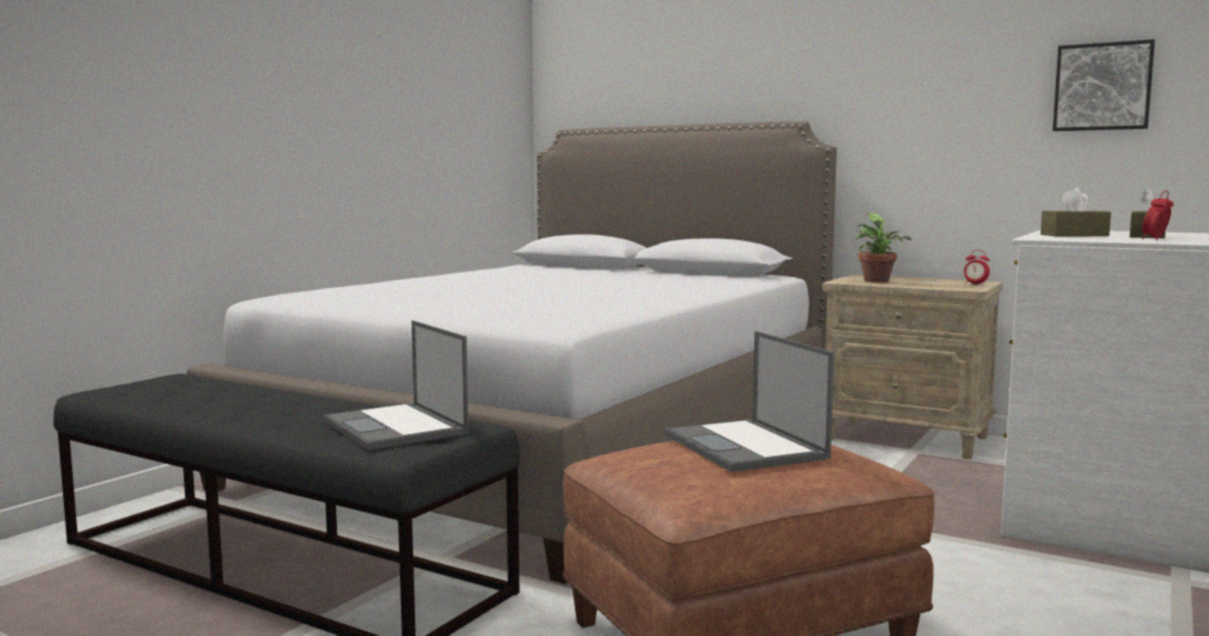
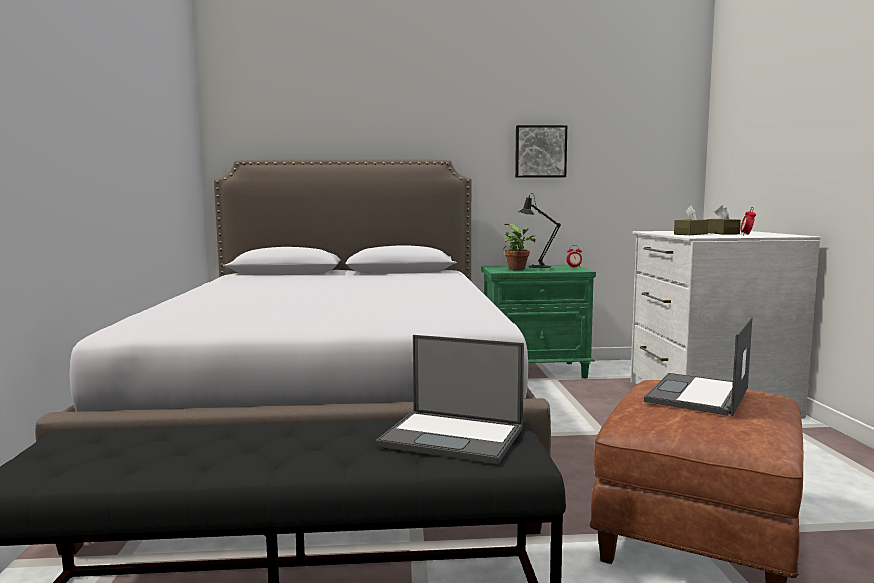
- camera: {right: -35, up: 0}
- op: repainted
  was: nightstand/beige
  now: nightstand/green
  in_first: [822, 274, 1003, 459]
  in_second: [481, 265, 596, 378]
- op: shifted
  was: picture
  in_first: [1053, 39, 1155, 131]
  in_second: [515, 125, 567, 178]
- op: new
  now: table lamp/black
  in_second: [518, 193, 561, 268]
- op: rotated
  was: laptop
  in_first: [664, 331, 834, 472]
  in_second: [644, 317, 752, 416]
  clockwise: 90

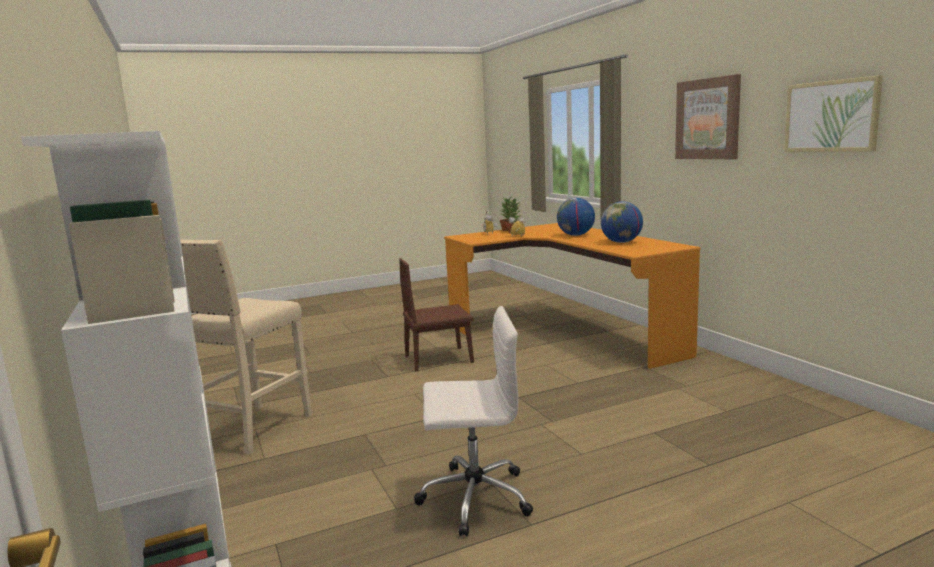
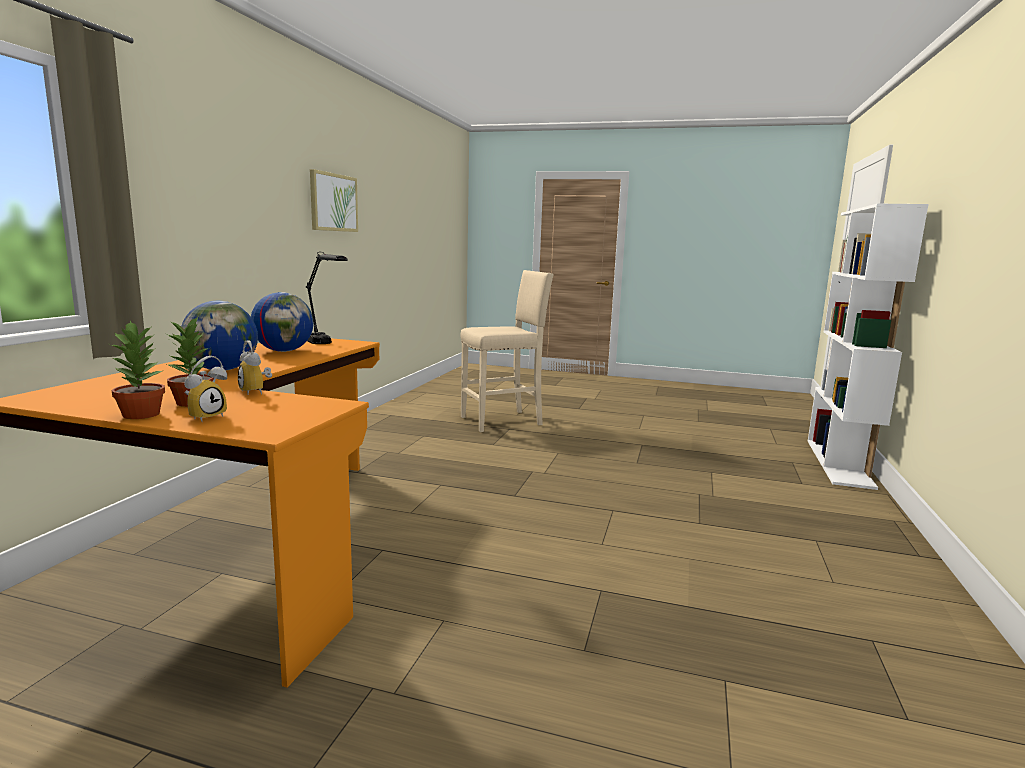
- camera: {right: -140, up: 0}
- op: new
  now: table lamp/black
  in_second: [305, 252, 347, 344]
- op: shifted
  was: stool/beige
  in_first: [180, 240, 312, 455]
  in_second: [460, 270, 553, 432]
- op: gone
  was: chair/brown
  in_first: [399, 258, 474, 372]
- op: gone
  was: office chair/white
  in_first: [414, 306, 533, 537]
- op: gone
  was: picture
  in_first: [675, 74, 741, 159]

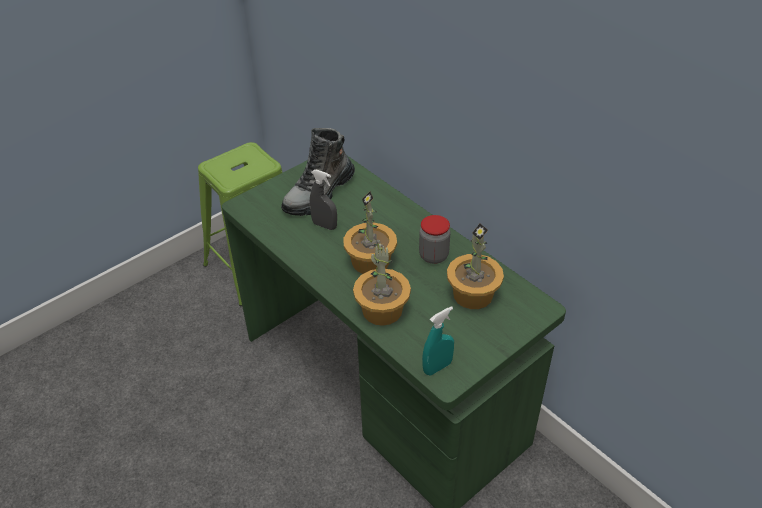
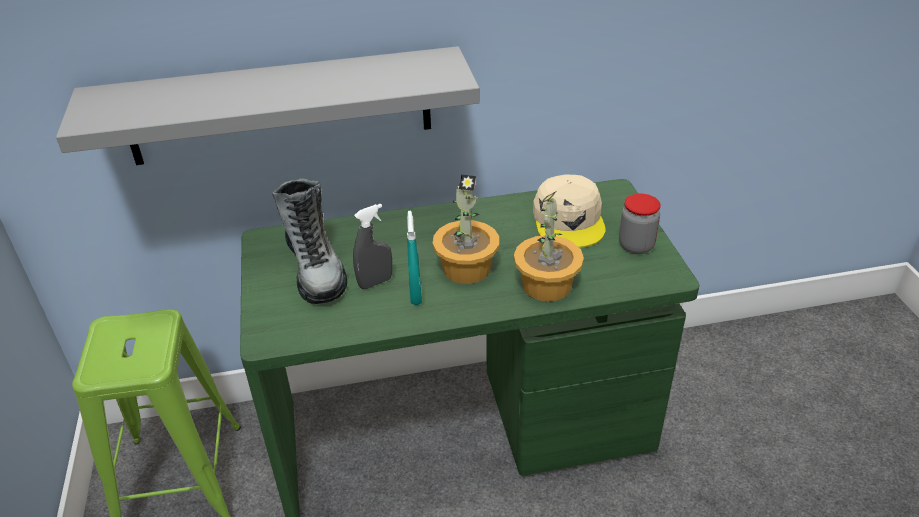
- camera: {right: -60, up: -5}
- op: new
  now: shelf/grey
  in_second: [56, 46, 480, 165]
- op: shifted
  was: spray bottle/turquoise
  in_first: [422, 306, 454, 375]
  in_second: [407, 211, 422, 305]
- op: swapped
  was: potted plant
  now: cap/beige
  in_first: [447, 224, 504, 309]
  in_second: [533, 175, 606, 248]
- op: shifted
  was: jar
  in_first: [419, 215, 451, 264]
  in_second: [619, 194, 661, 254]

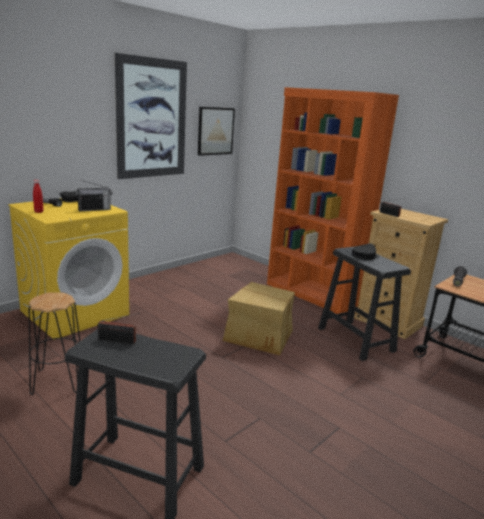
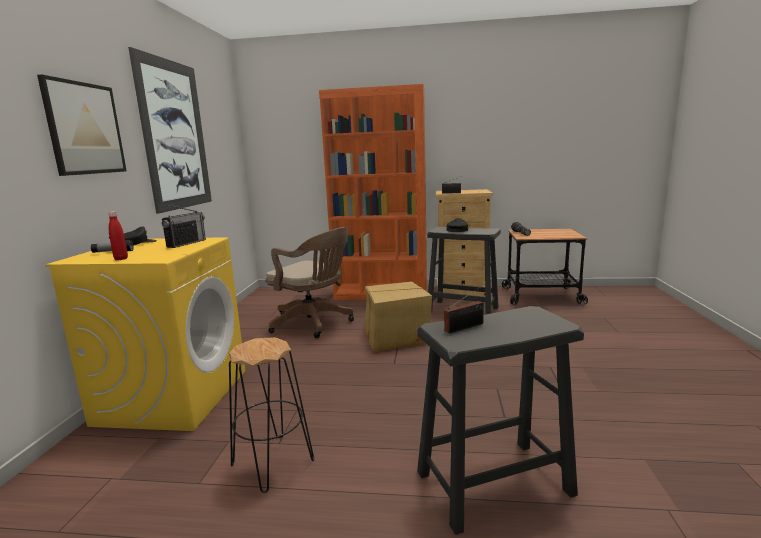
- camera: {right: -35, up: -5}
- op: shifted
  was: picture
  in_first: [198, 107, 235, 156]
  in_second: [37, 75, 127, 176]
- op: new
  now: office chair/brown
  in_second: [265, 227, 354, 338]

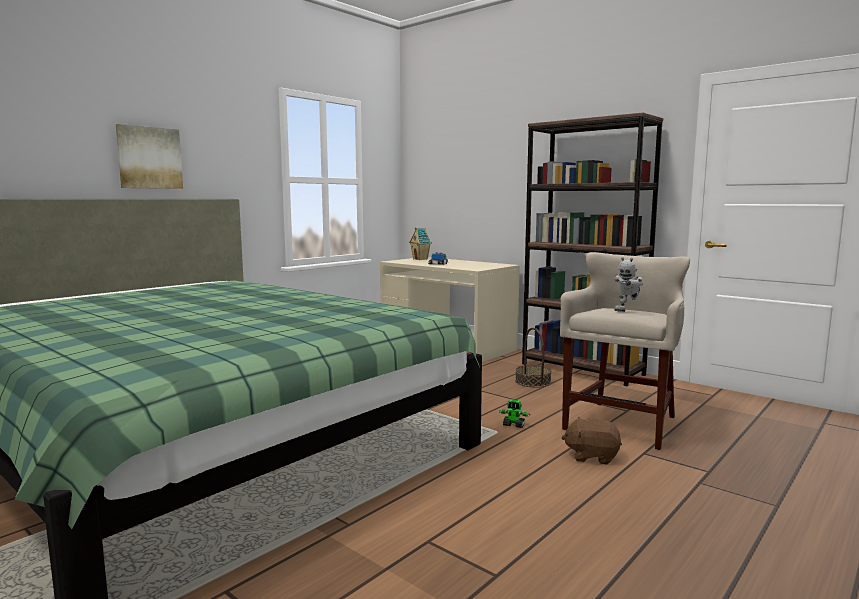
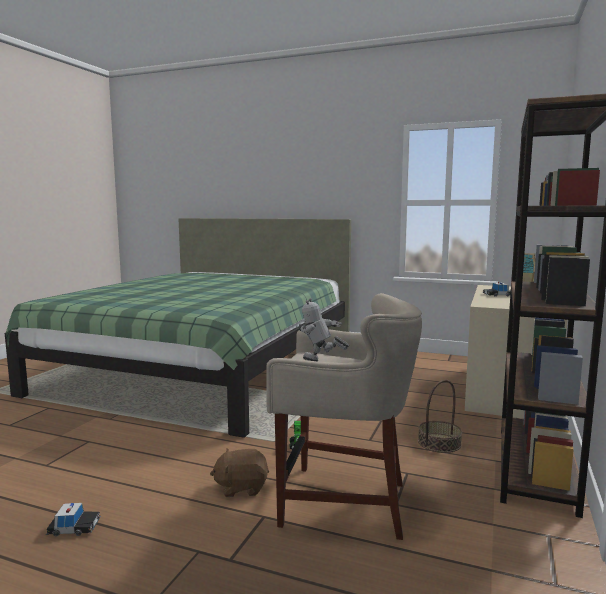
- camera: {right: 70, up: 0}
- op: new
  now: toy car
  in_second: [46, 503, 101, 537]
- op: rotated
  was: plush toy/brown
  in_first: [562, 417, 622, 465]
  in_second: [210, 448, 269, 497]
  clockwise: -90
- op: gone
  was: picture
  in_first: [116, 124, 183, 189]

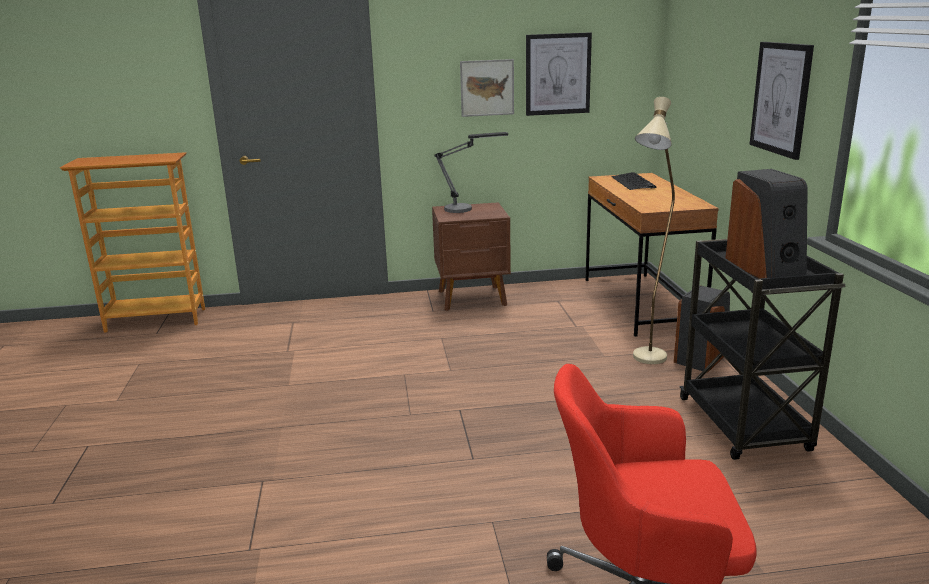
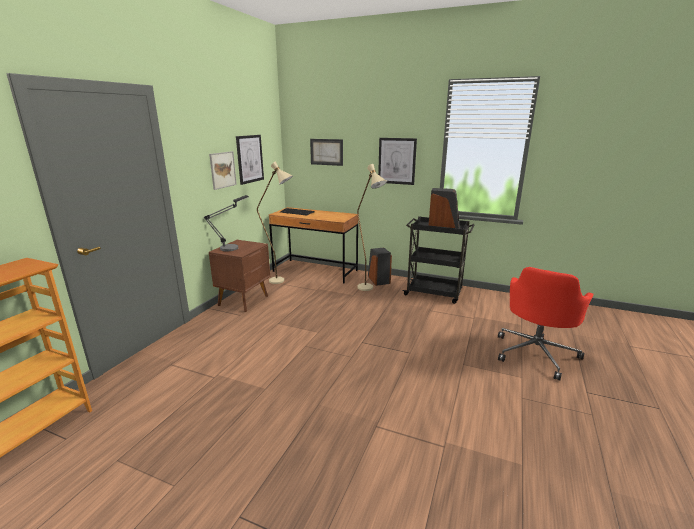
- camera: {right: -60, up: 0}
- op: new
  now: floor lamp/beige
  in_second: [257, 161, 293, 284]
- op: new
  now: picture
  in_second: [310, 139, 343, 166]

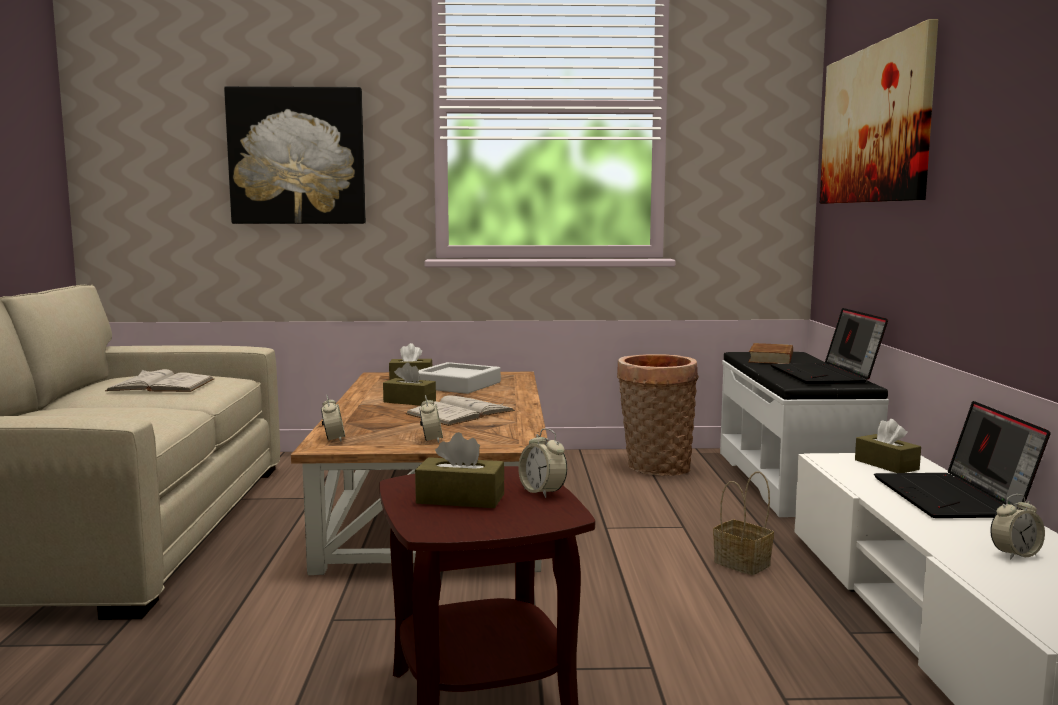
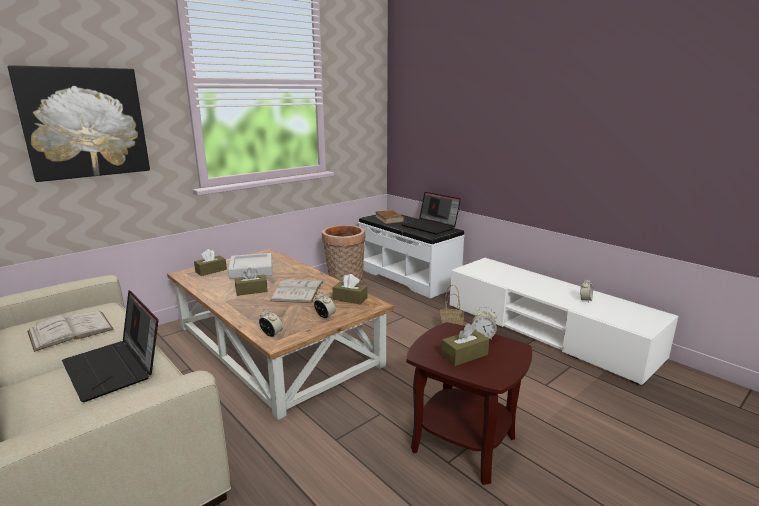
- camera: {right: -40, up: 10}
- op: shifted
  was: laptop
  in_first: [874, 401, 1051, 518]
  in_second: [62, 291, 158, 402]
- op: shifted
  was: tissue box/brown
  in_first: [855, 419, 921, 473]
  in_second: [333, 274, 367, 305]
- op: gone
  was: picture
  in_first: [820, 19, 938, 204]

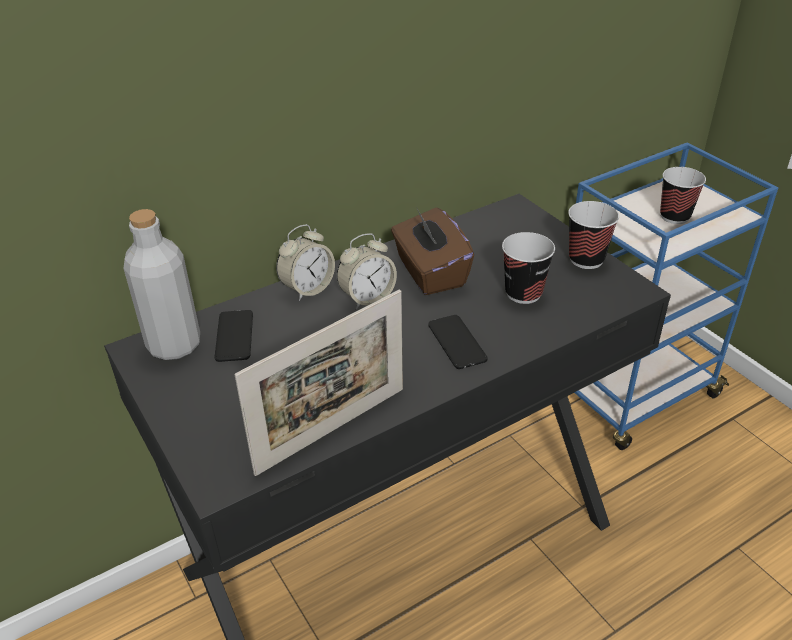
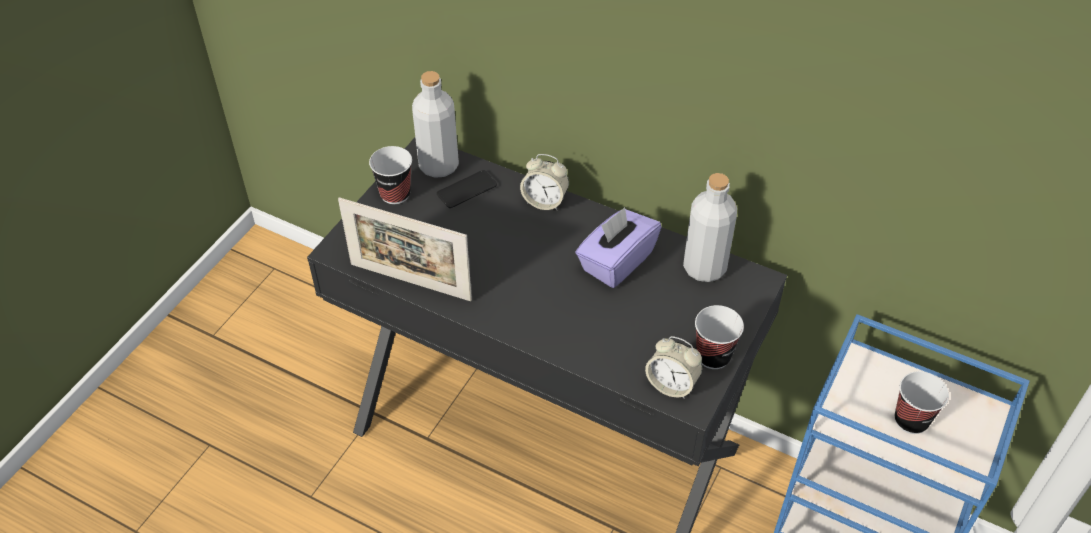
- camera: {right: 60, up: 10}
- op: shifted
  was: cup
  in_first: [502, 232, 555, 304]
  in_second: [369, 146, 412, 204]
- op: repainted
  was: tissue box/brown
  now: tissue box/purple
  in_first: [391, 208, 474, 295]
  in_second: [575, 207, 662, 288]
- op: shifted
  was: alarm clock
  in_first: [337, 233, 397, 310]
  in_second: [645, 336, 703, 399]
- op: new
  now: bottle/grey
  in_second: [683, 173, 737, 282]
- op: gone
  was: phone
  in_first: [428, 315, 488, 369]

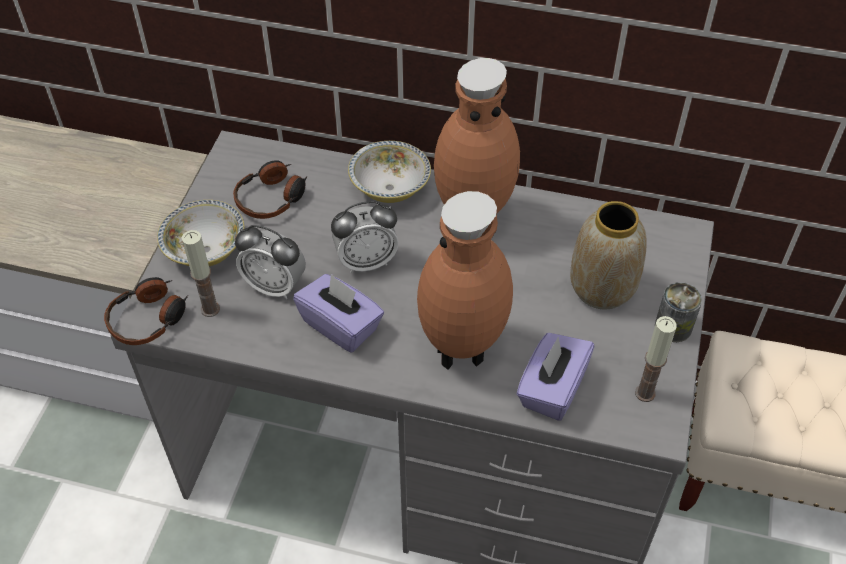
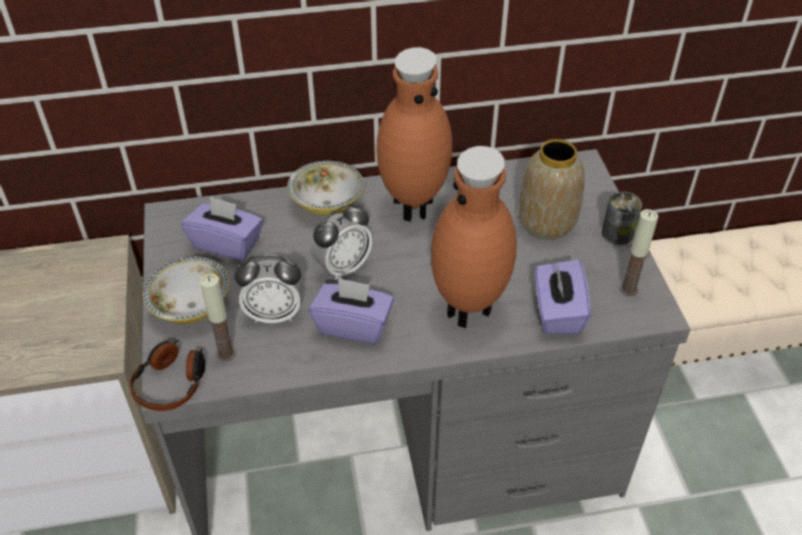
- camera: {right: -25, up: -5}
- op: swapped
  was: headphones
  now: tissue box/purple
  in_first: [233, 160, 307, 219]
  in_second: [181, 196, 263, 261]

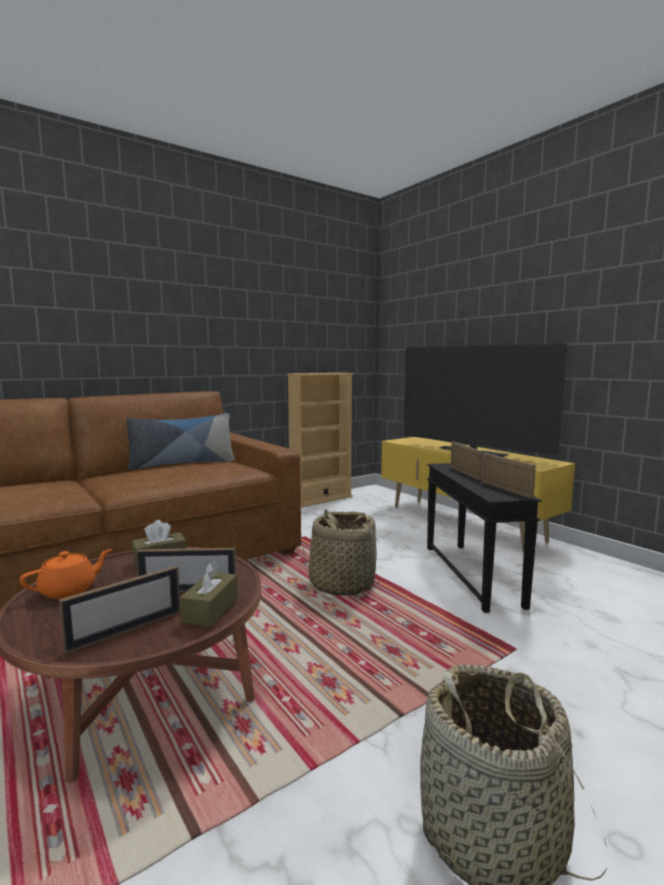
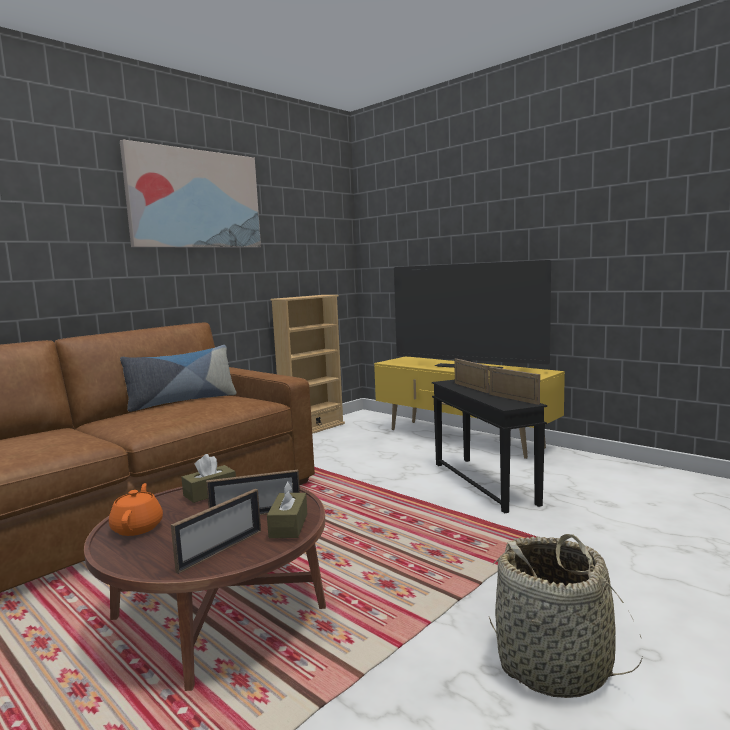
- camera: {right: -10, up: 0}
- op: rotated
  was: teapot/orange
  in_first: [20, 549, 111, 599]
  in_second: [109, 483, 163, 536]
  clockwise: -45
- op: new
  now: picture
  in_second: [120, 139, 261, 247]
- op: gone
  was: basket
  in_first: [303, 510, 380, 596]

